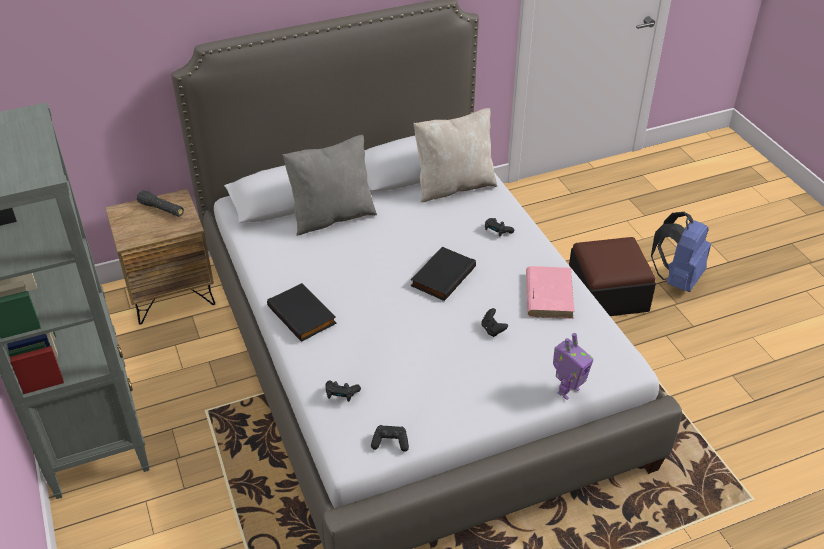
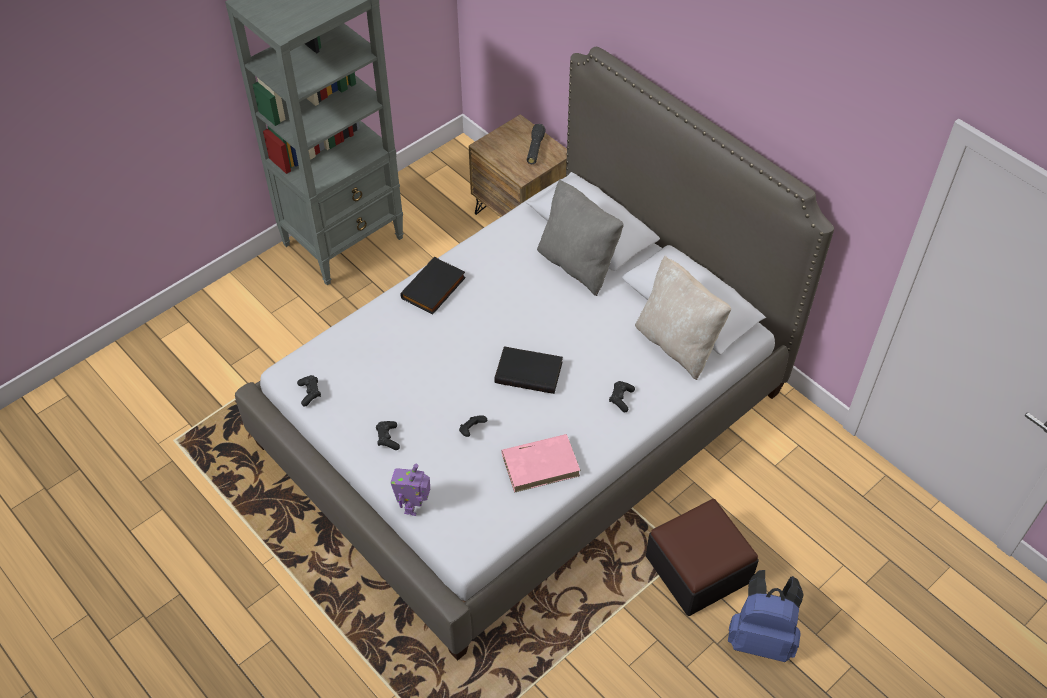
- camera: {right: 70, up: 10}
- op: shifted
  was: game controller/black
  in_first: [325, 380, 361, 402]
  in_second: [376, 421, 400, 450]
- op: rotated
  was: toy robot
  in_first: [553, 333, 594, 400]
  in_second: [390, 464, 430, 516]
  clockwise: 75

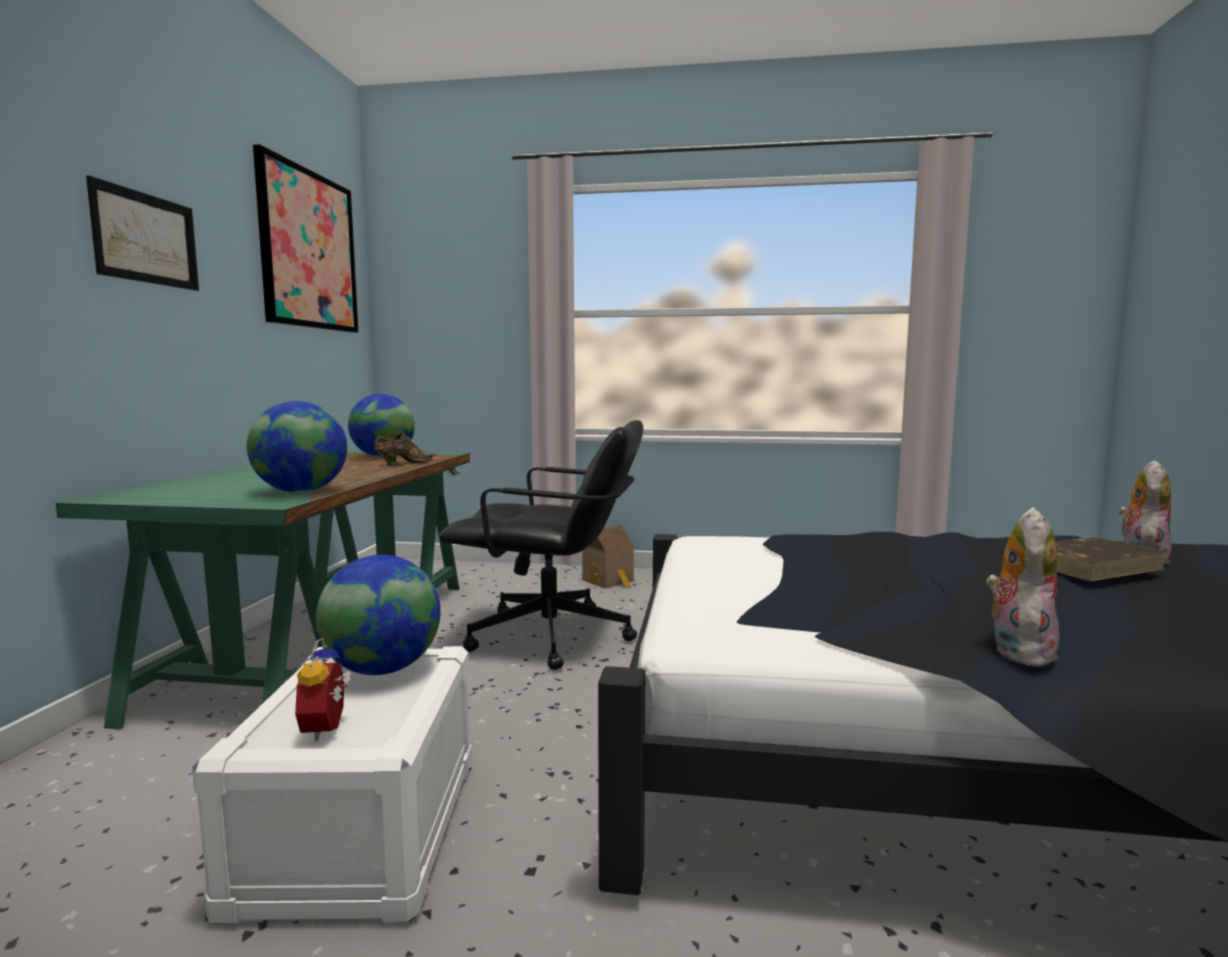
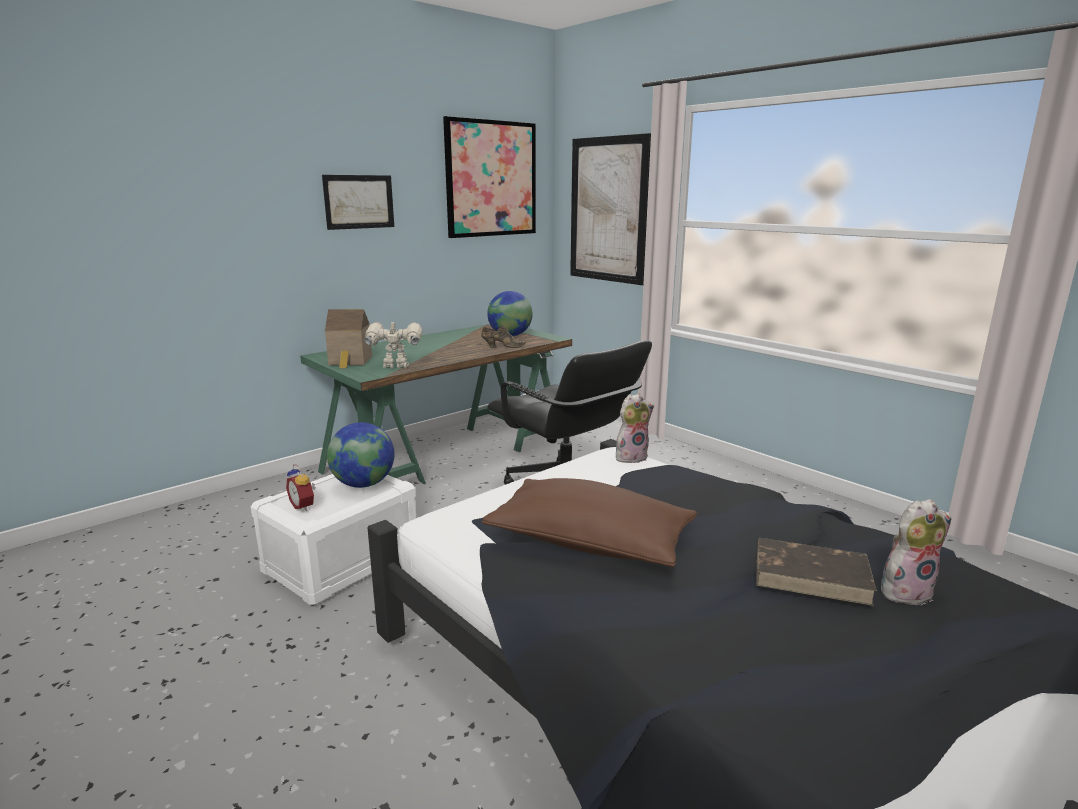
- camera: {right: 40, up: 10}
- op: rotated
  was: alarm clock
  in_first: [295, 638, 352, 741]
  in_second: [286, 464, 316, 511]
  clockwise: -75
- op: shifted
  was: toy house
  in_first: [582, 525, 634, 588]
  in_second: [325, 309, 372, 369]
- op: swapped
  was: globe
  now: toy robot
  in_first: [247, 401, 347, 493]
  in_second: [364, 317, 422, 368]
- op: new
  now: pillow/brown
  in_second: [482, 478, 697, 567]
- op: new
  now: picture
  in_second: [570, 133, 651, 285]
- op: shifted
  was: plush toy
  in_first: [986, 507, 1059, 667]
  in_second: [616, 393, 654, 463]

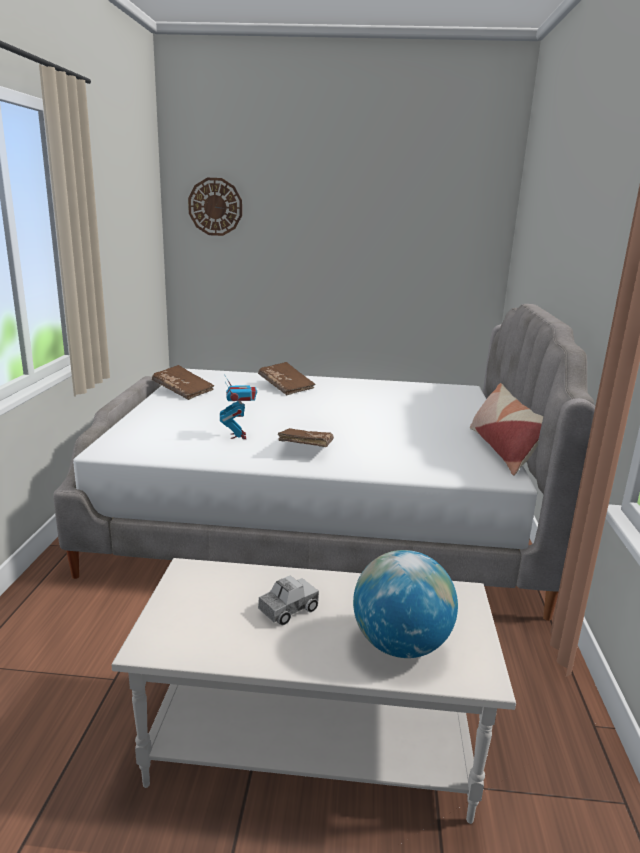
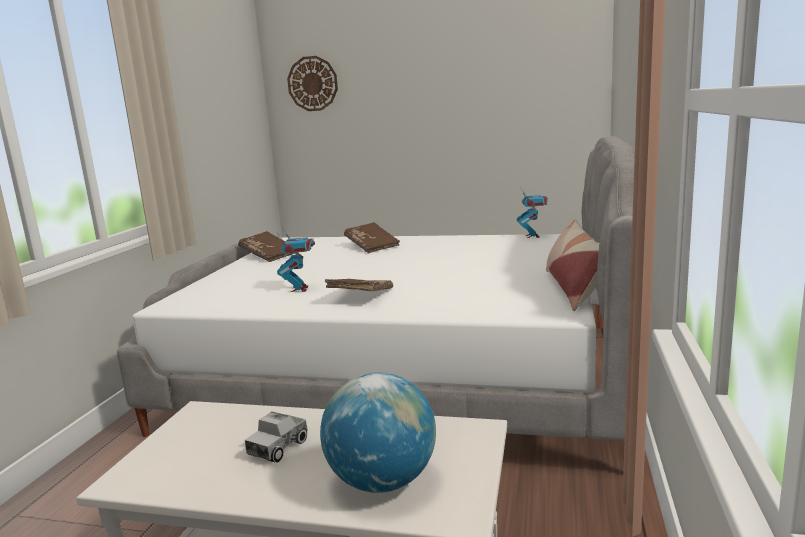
- camera: {right: 10, up: -5}
- op: rotated
  was: toy truck
  in_first: [258, 575, 319, 625]
  in_second: [245, 411, 308, 463]
  clockwise: 150
- op: new
  now: toy robot
  in_second: [517, 189, 548, 238]

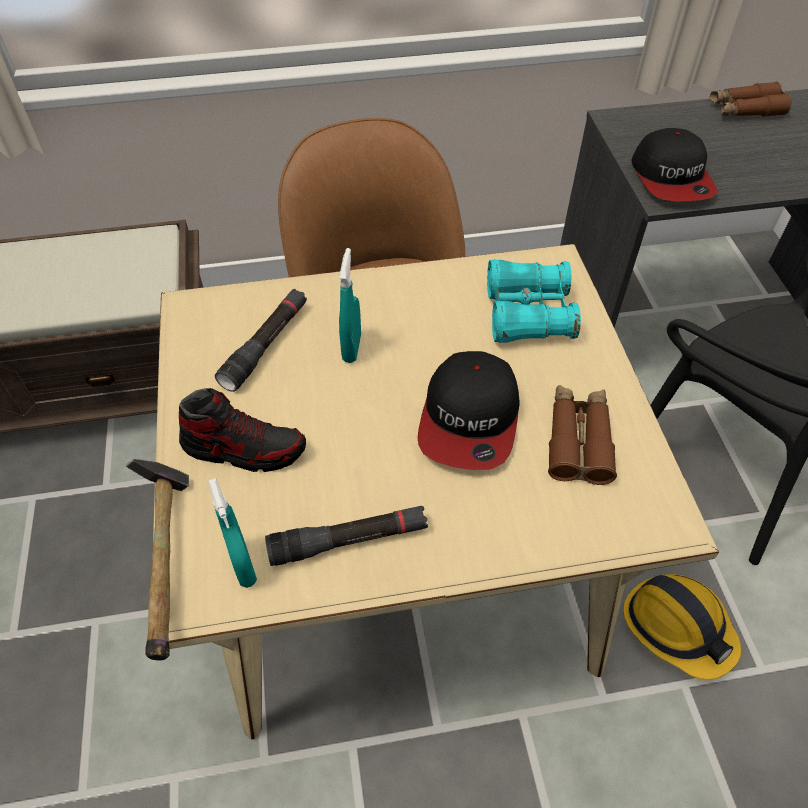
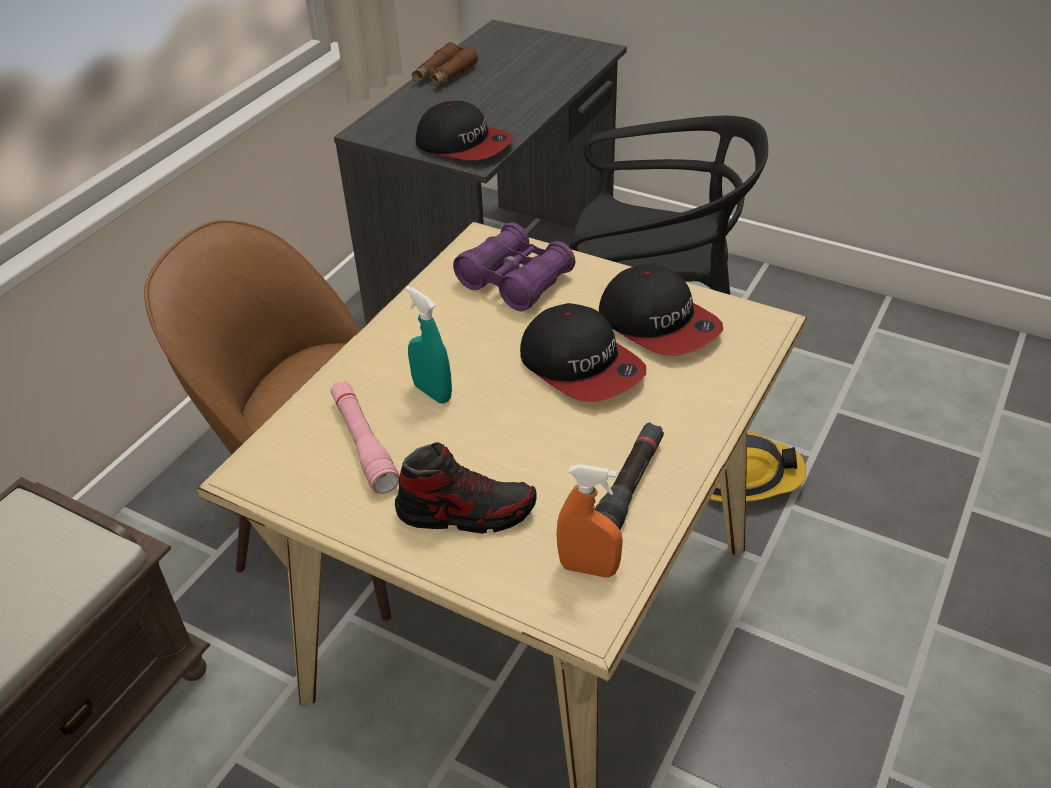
- camera: {right: -50, up: -10}
- op: repainted
  was: flashlight/black
  now: flashlight/pink
  in_first: [215, 289, 307, 392]
  in_second: [331, 381, 399, 494]
- op: rotated
  was: shoe
  in_first: [179, 388, 306, 472]
  in_second: [395, 442, 537, 534]
  clockwise: 45
- op: repainted
  was: binoculars/turquoise
  now: binoculars/purple
  in_first: [487, 259, 581, 343]
  in_second: [453, 222, 575, 311]
- op: repainted
  was: spray bottle/turquoise
  now: spray bottle/orange
  in_first: [208, 478, 257, 588]
  in_second: [557, 464, 623, 577]
- op: swapped
  was: binoculars/brown
  now: cap
  in_first: [548, 385, 617, 485]
  in_second: [599, 264, 723, 356]
- op: gone
  was: hammer
  in_first: [126, 459, 189, 660]

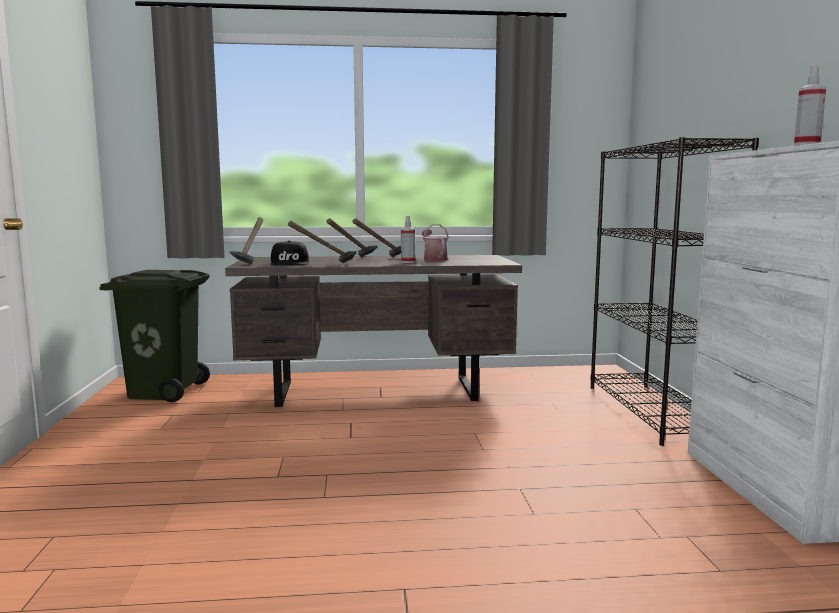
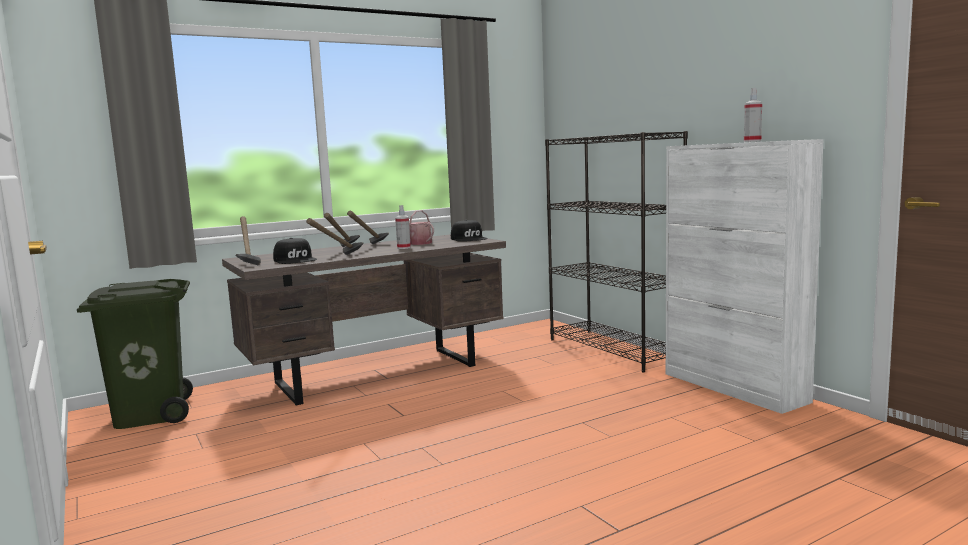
- camera: {right: -25, up: 0}
- op: new
  now: cap/black
  in_second: [451, 220, 488, 242]

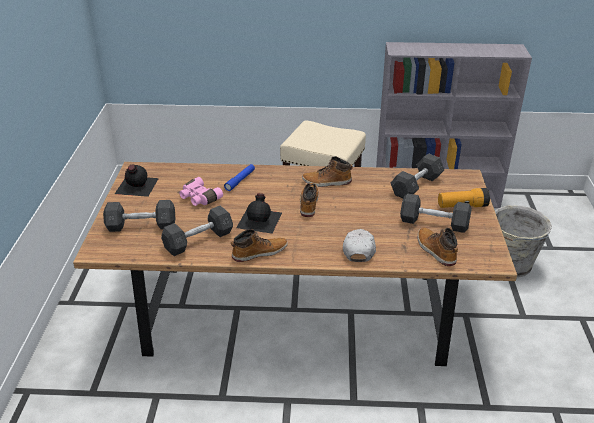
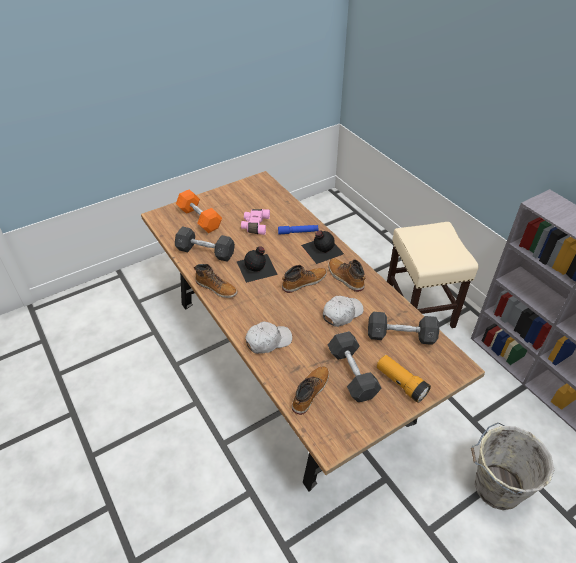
- camera: {right: 55, up: 10}
- op: repainted
  was: dumbbell/grey
  now: dumbbell/orange
  in_first: [103, 200, 175, 232]
  in_second: [176, 189, 222, 233]
- op: shifted
  was: bottle/black
  in_first: [115, 165, 159, 197]
  in_second: [301, 231, 344, 264]
- op: new
  now: cap/white
  in_second: [323, 296, 364, 327]

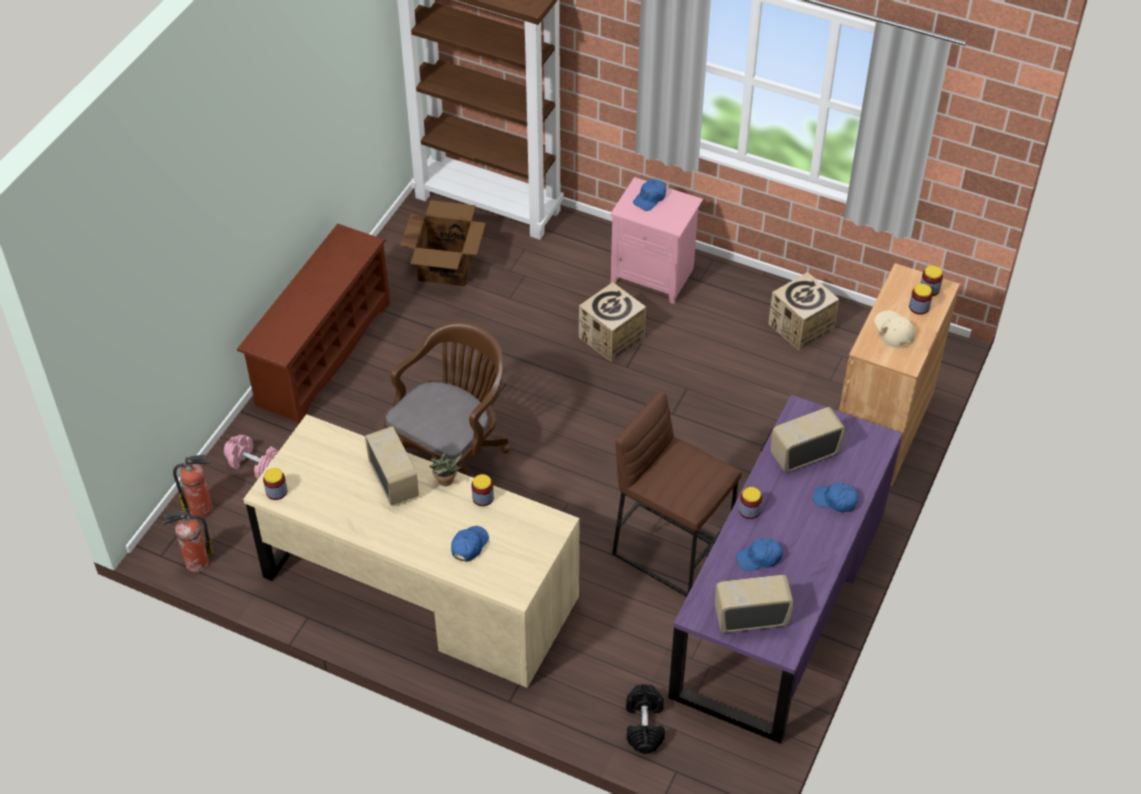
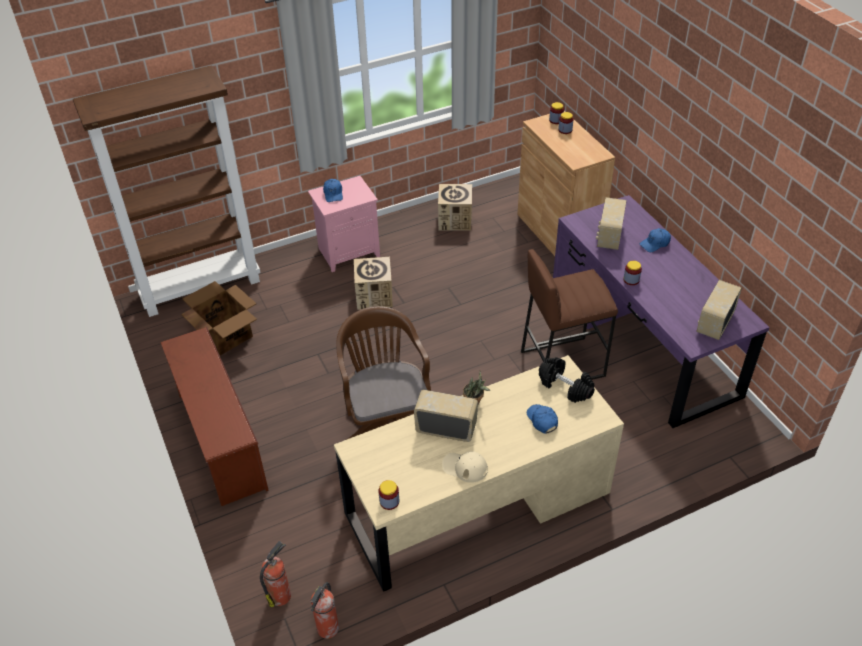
- camera: {right: -50, up: -5}
- op: shifted
  was: cap/beige
  in_first: [874, 310, 915, 348]
  in_second: [442, 451, 488, 483]
- op: shifted
  was: dumbbell/black
  in_first: [626, 684, 665, 754]
  in_second: [539, 357, 595, 403]
- op: gone
  was: dumbbell/pink
  in_first: [224, 435, 279, 479]
- op: gone
  was: jar
  in_first: [471, 474, 494, 506]
- op: gone
  was: cap/blue
  in_first: [736, 538, 783, 571]

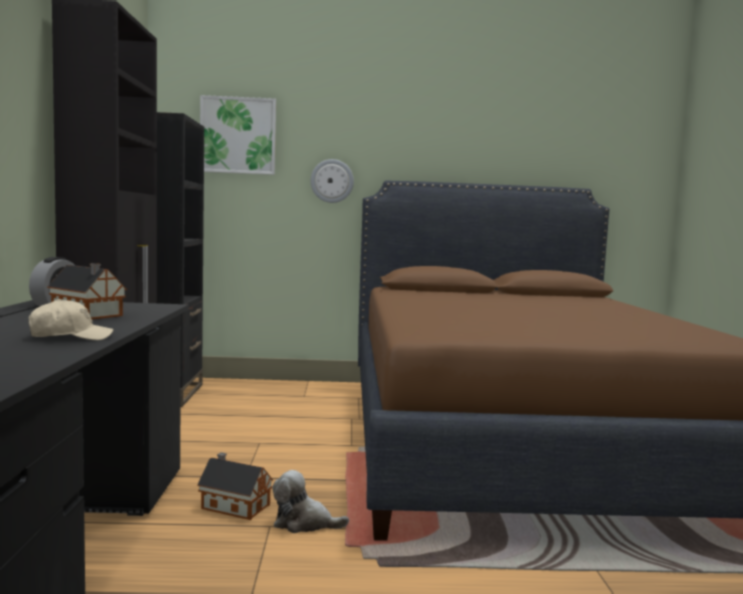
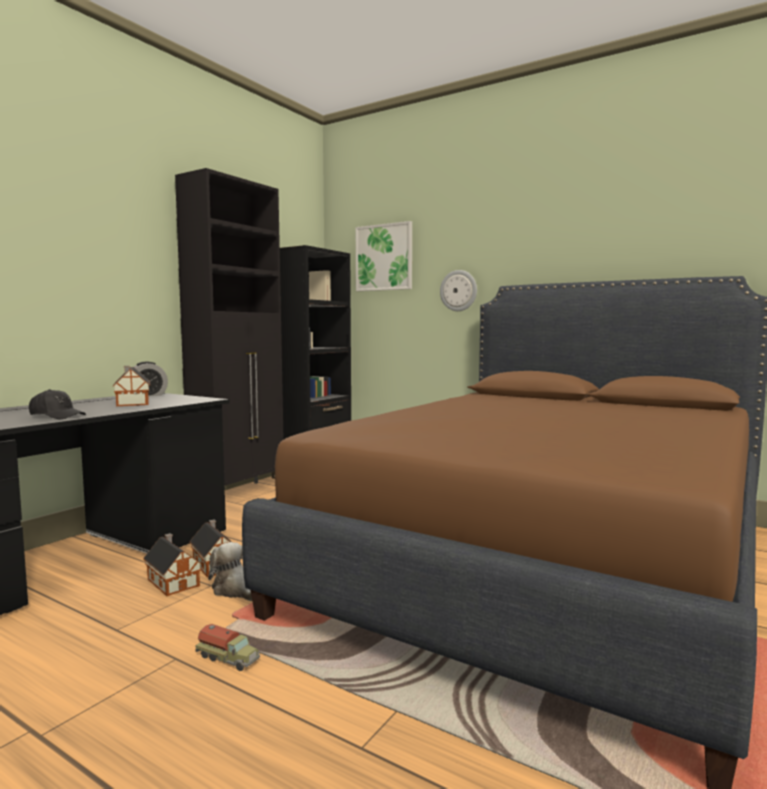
- camera: {right: 35, up: 0}
- op: repainted
  was: cap/beige
  now: cap/black
  in_first: [29, 299, 113, 340]
  in_second: [29, 389, 86, 419]
- op: new
  now: toy house
  in_second: [143, 533, 202, 596]
- op: new
  now: toy truck
  in_second: [196, 624, 260, 671]

